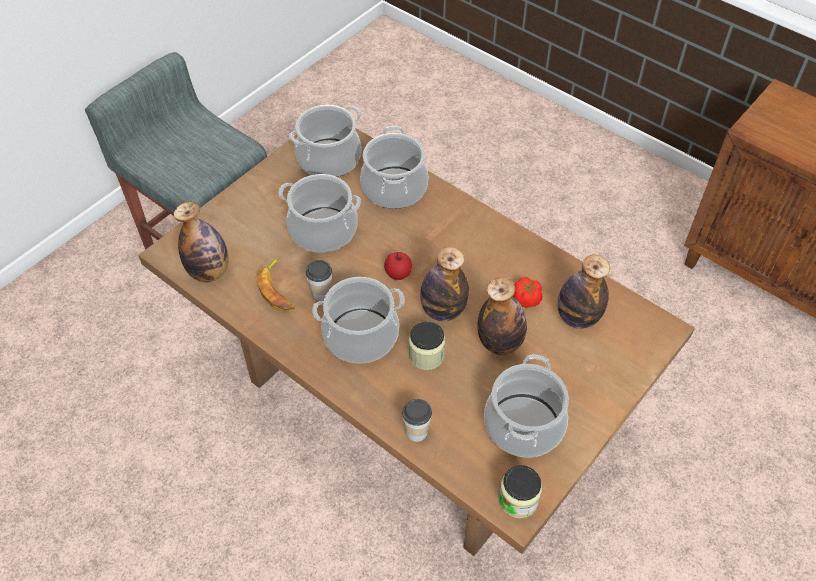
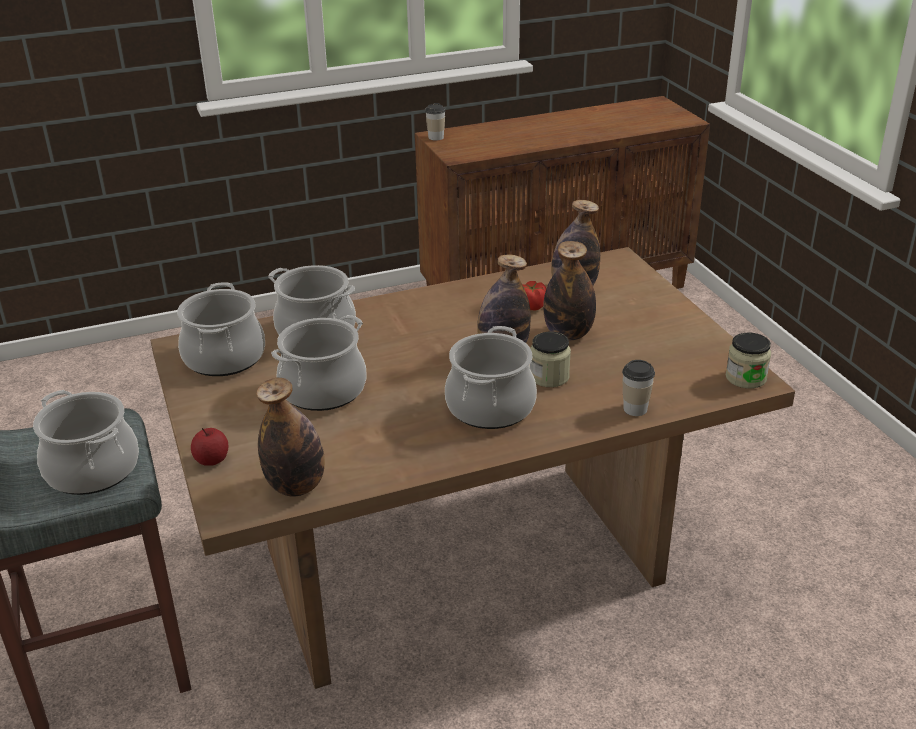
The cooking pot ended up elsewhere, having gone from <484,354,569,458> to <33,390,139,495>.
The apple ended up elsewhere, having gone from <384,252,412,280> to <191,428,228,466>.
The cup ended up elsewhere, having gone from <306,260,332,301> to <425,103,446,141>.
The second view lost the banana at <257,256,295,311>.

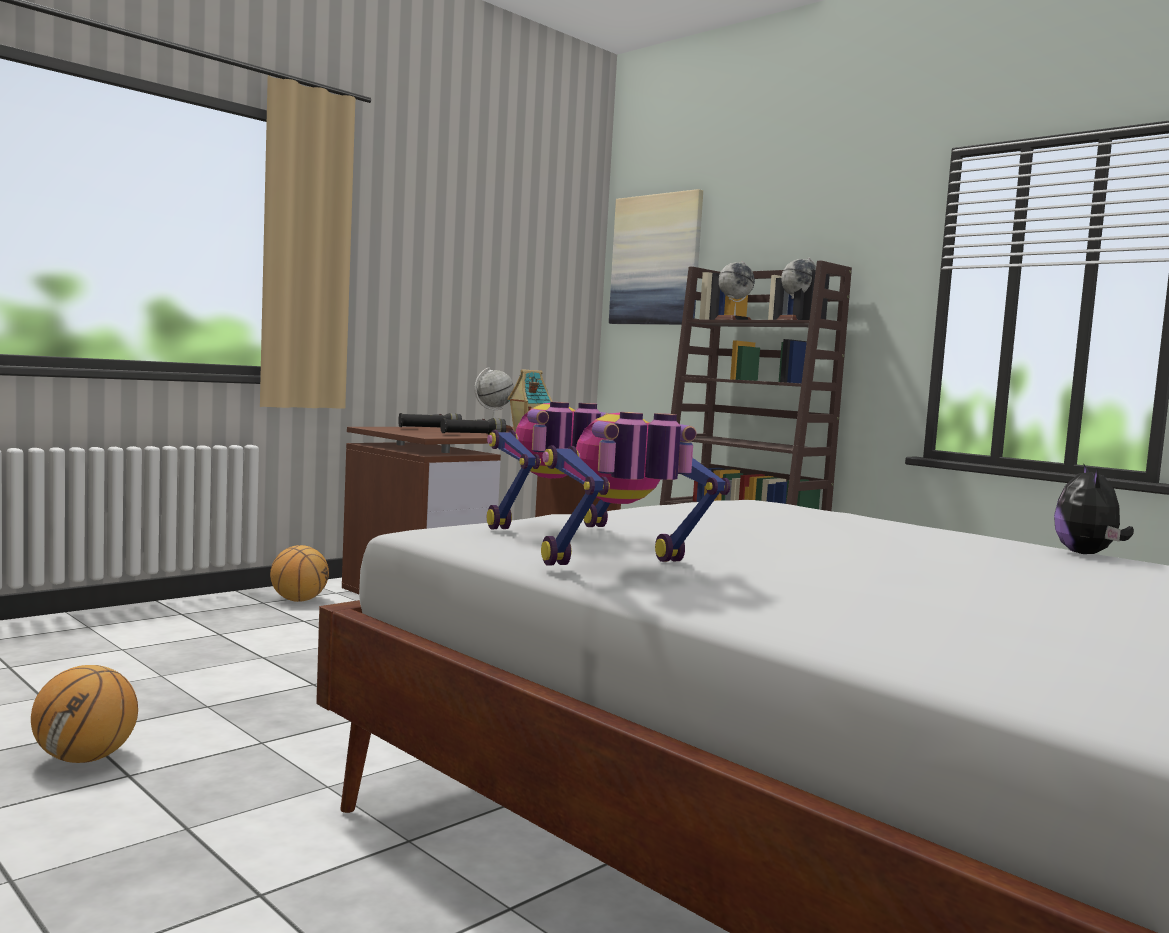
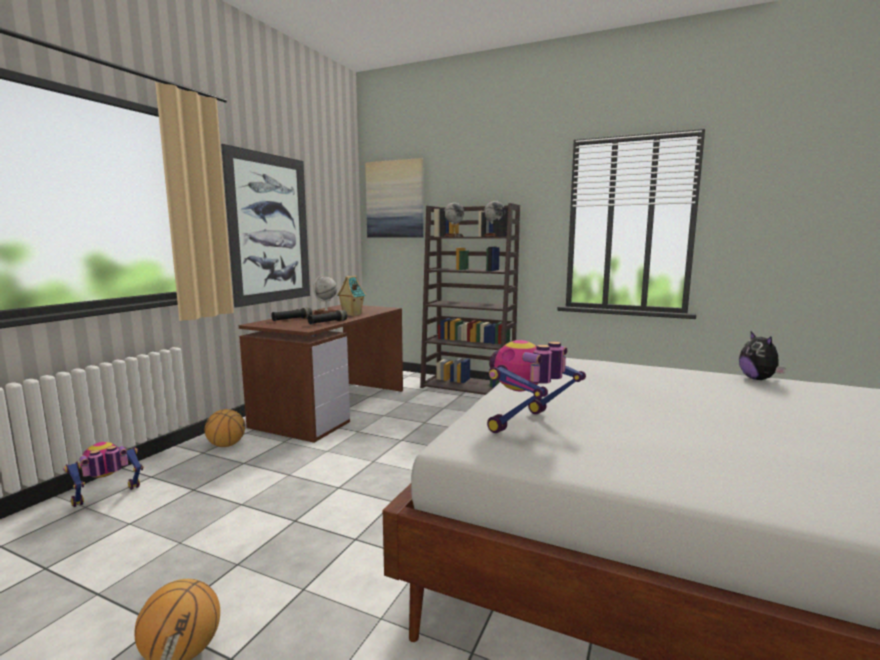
The toy robot ended up elsewhere, having gone from <541,412,730,566> to <63,442,144,507>.
The second view gained the picture at <221,144,310,308>.

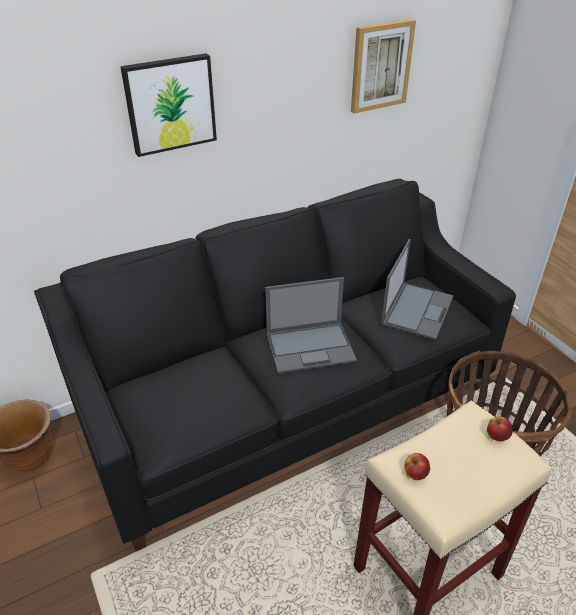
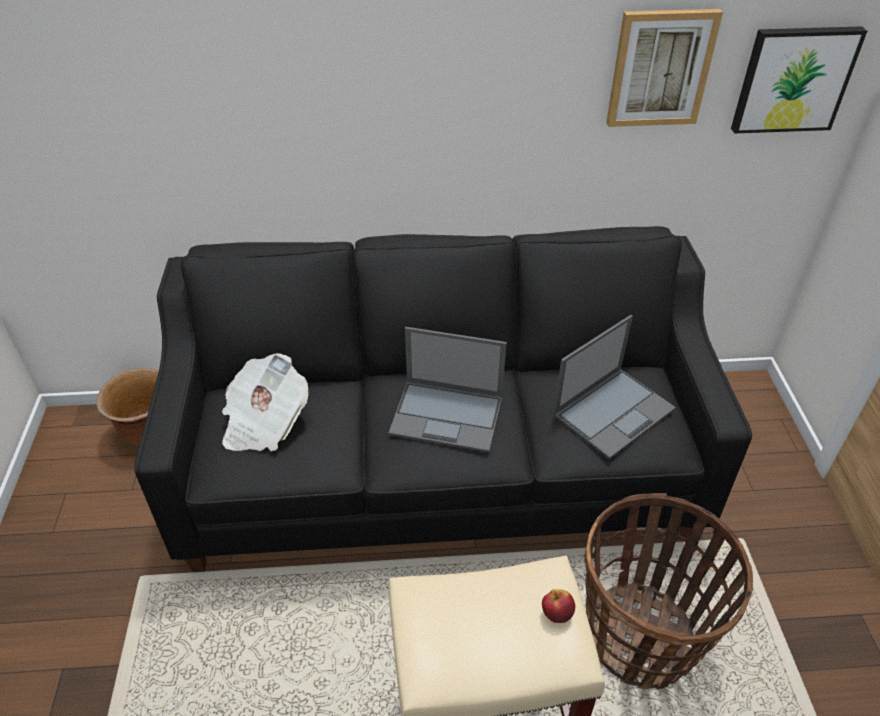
The second view gained the newspaper at <222,353,309,451>.
The picture ended up elsewhere, having gone from <121,53,217,157> to <731,26,867,133>.
The second view lost the apple at <404,453,430,480>.

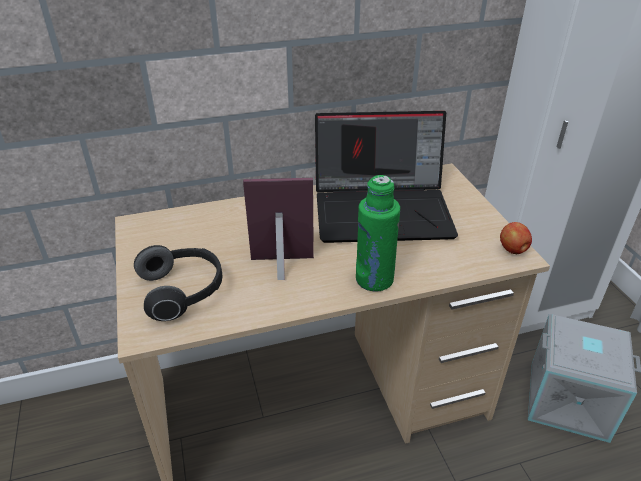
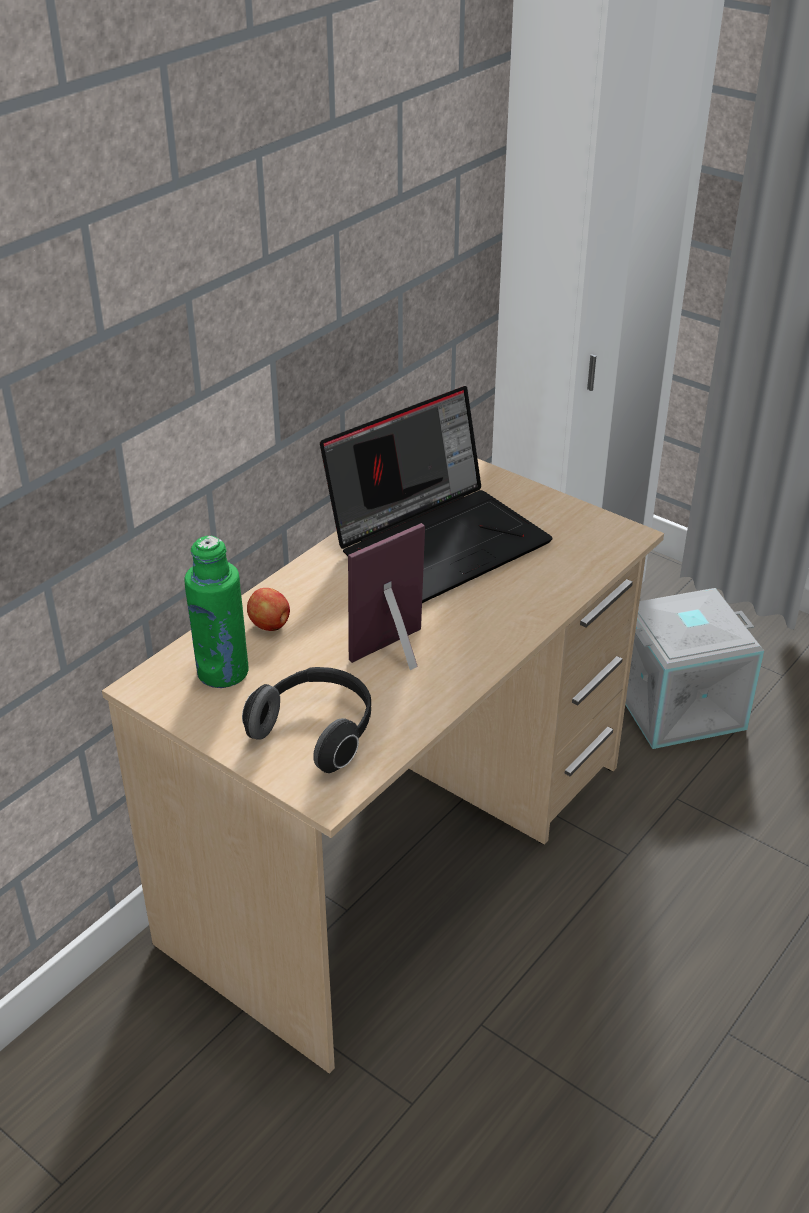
The green bottle ended up elsewhere, having gone from <356,175,400,292> to <185,536,248,688>.
The apple ended up elsewhere, having gone from <500,222,532,254> to <247,588,290,631>.

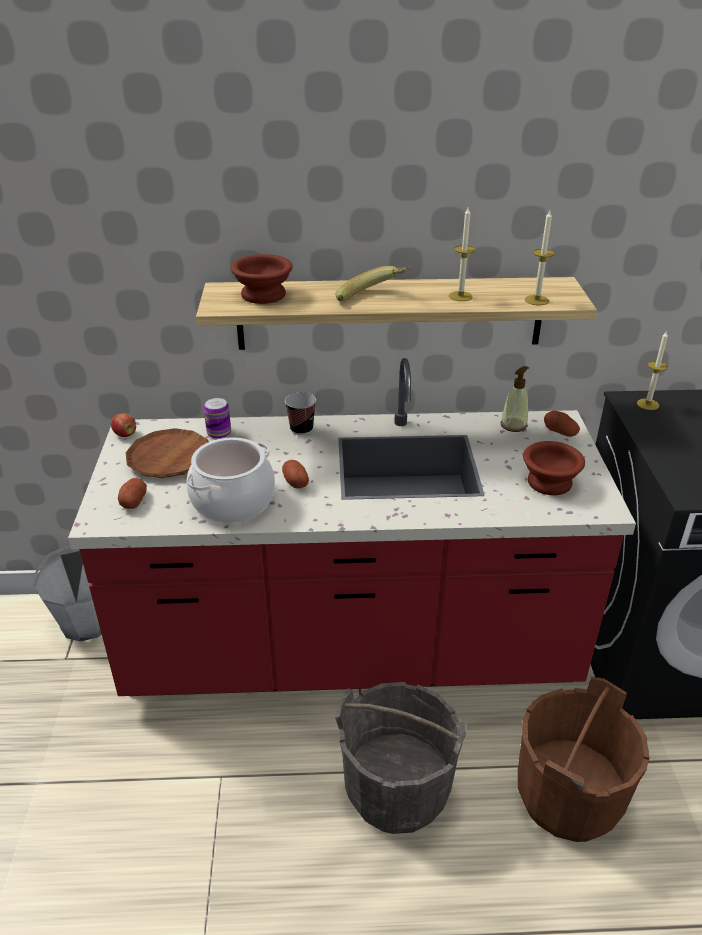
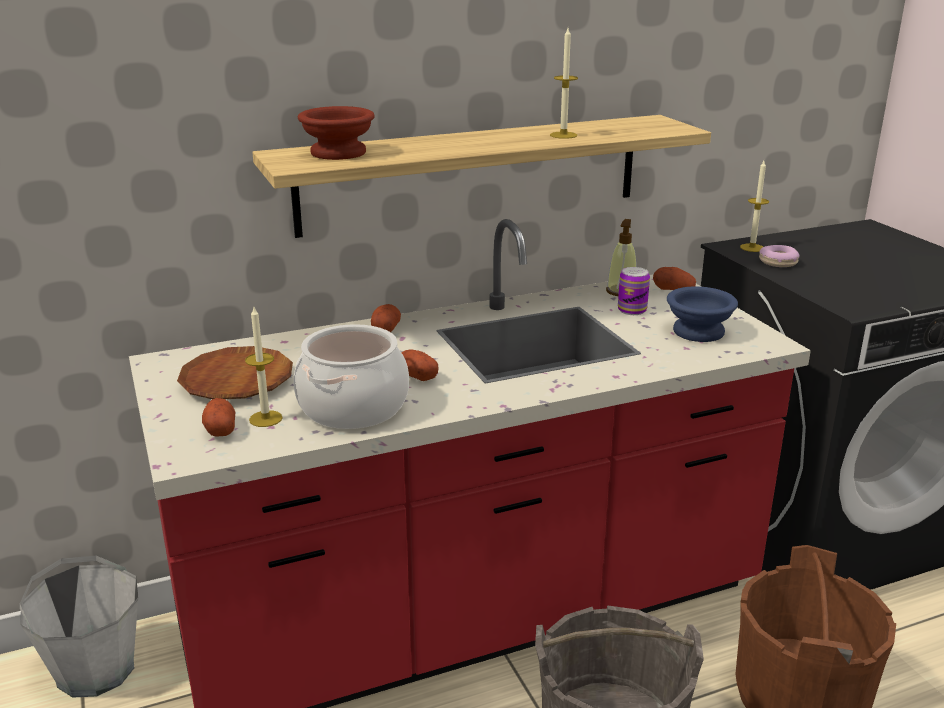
The candle ended up elsewhere, having gone from <525,211,555,305> to <245,307,283,427>.
Where the cup stood at <285,392,316,435>, the potato came to stand at <371,304,401,332>.
The can ended up elsewhere, having gone from <204,398,231,439> to <618,267,650,315>.
What was the brown bowl at <523,441,585,495> turned into the blue bowl at <667,286,738,342>.
The second view gained the donut at <759,245,799,267>.
The second view lost the apple at <111,413,136,437>.
The second view lost the banana at <336,266,410,301>.

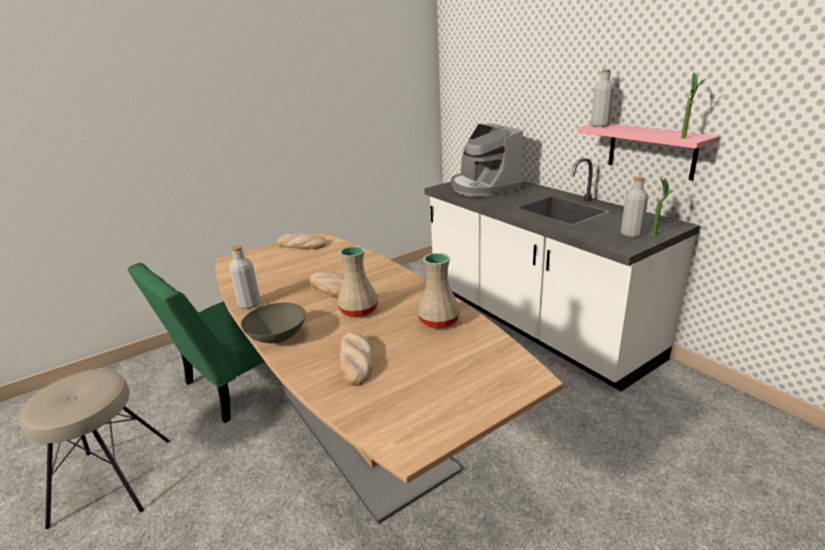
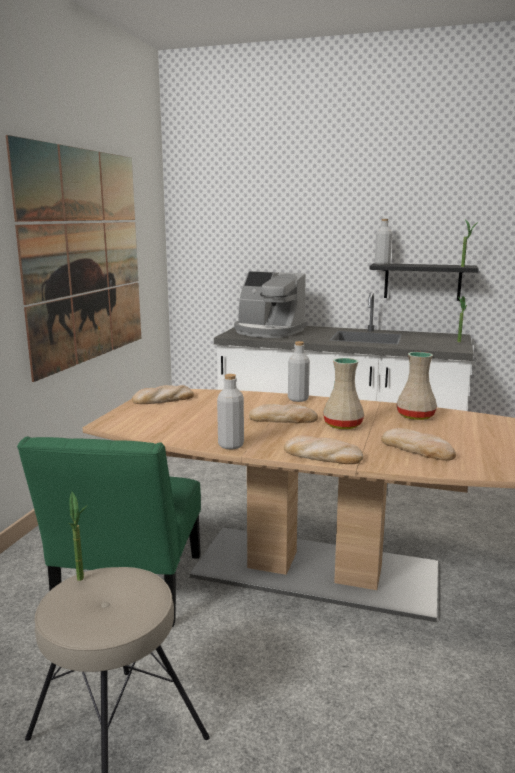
The second view gained the picture at <6,135,141,382>.
The second view gained the potted plant at <68,492,88,581>.
Where the grey bowl stood at <241,303,306,343>, the bread came to stand at <284,435,363,464>.
The grey bottle ended up elsewhere, having gone from <621,177,648,237> to <288,341,310,402>.
What was the pink shelf at <577,124,720,180> turned into the black shelf at <369,263,479,301>.

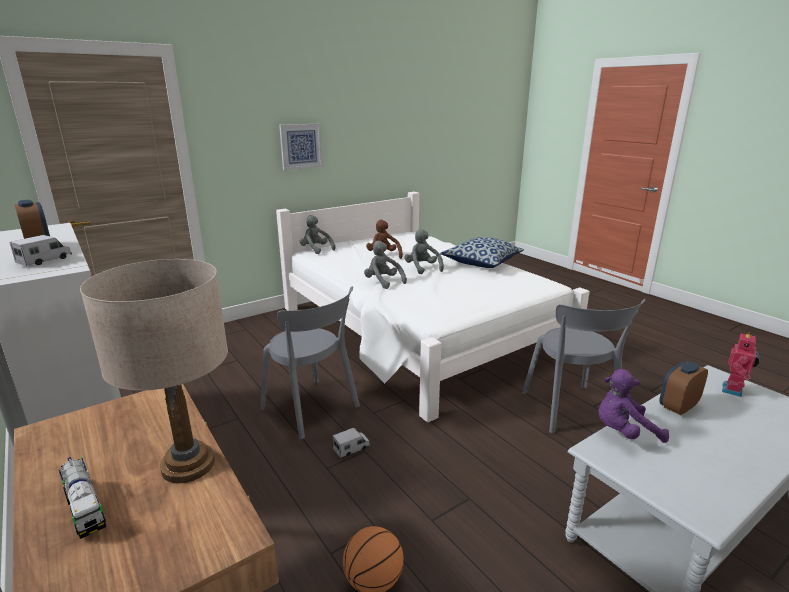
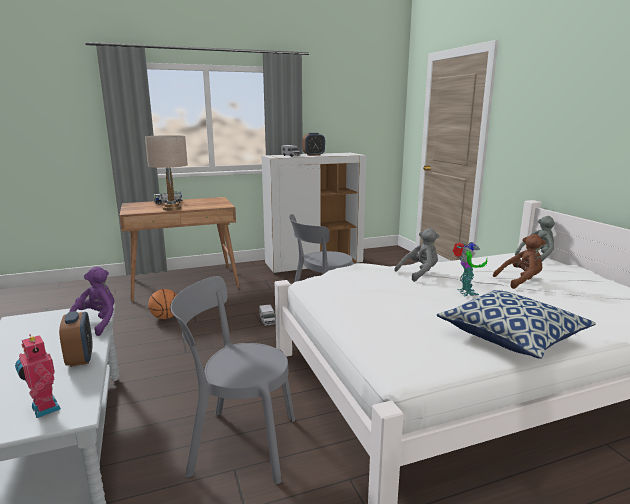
Where the grey plush toy stood at <404,229,444,274>, the toy robot came to stand at <452,242,487,296>.
The second view lost the picture at <279,124,323,170>.

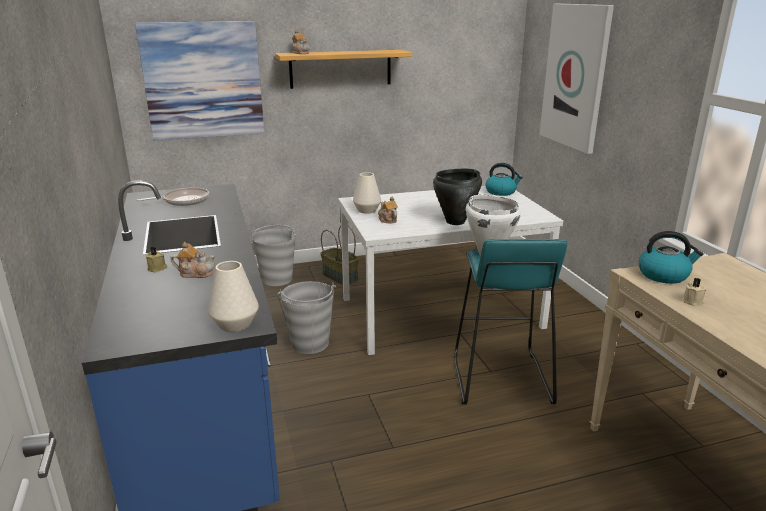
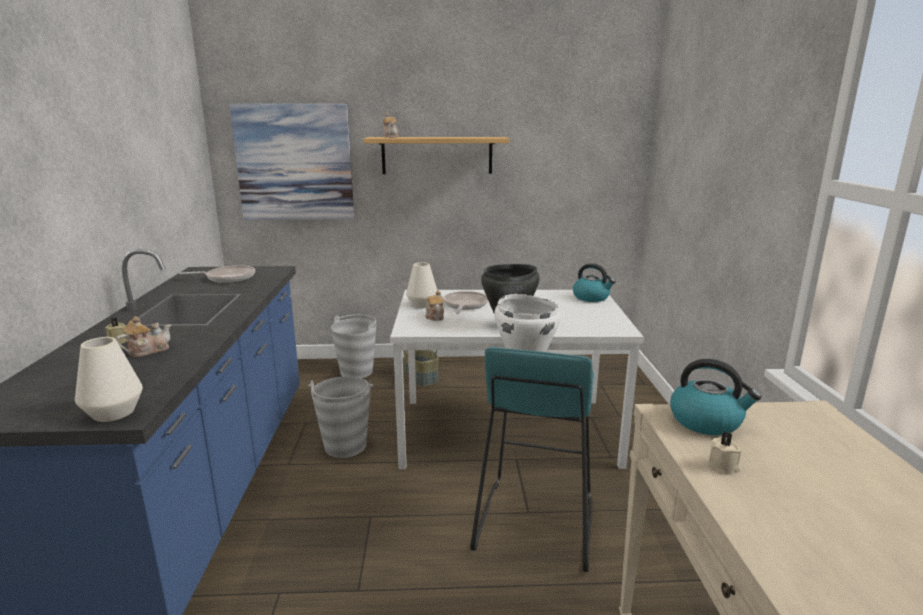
The teapot at <170,242,215,278> ended up facing another way, 60 degrees counterclockwise from before.
The second view gained the frying pan at <443,291,488,314>.
The second view lost the picture at <540,4,614,154>.

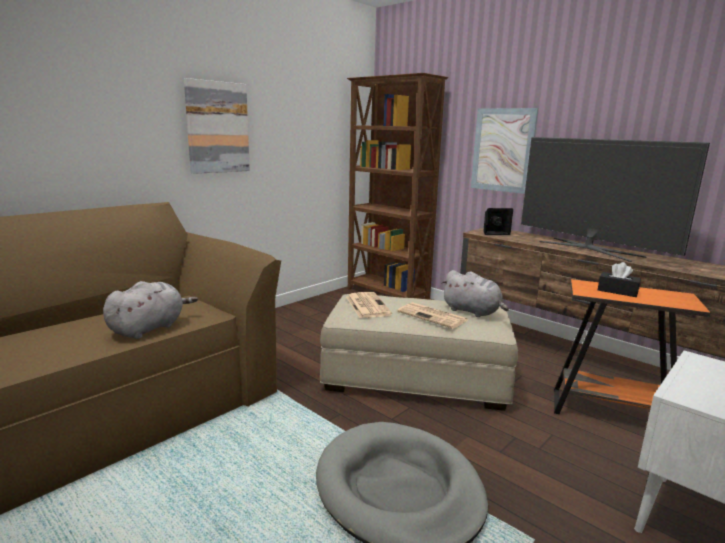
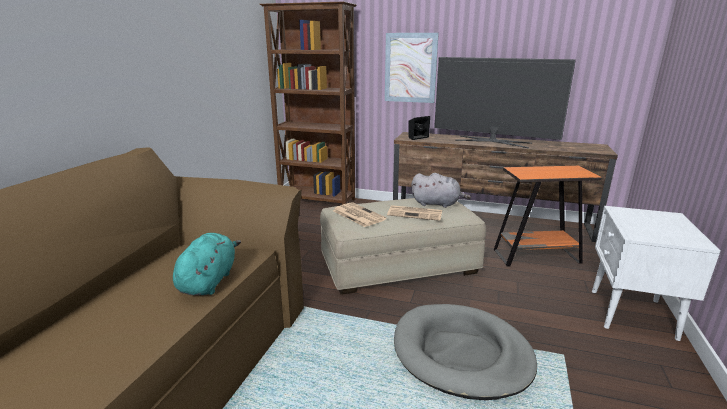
What was the grey plush toy at <103,281,198,339> turned into the turquoise plush toy at <173,233,241,295>.
The second view lost the picture at <184,78,250,174>.
The second view lost the black tissue box at <598,262,641,297>.

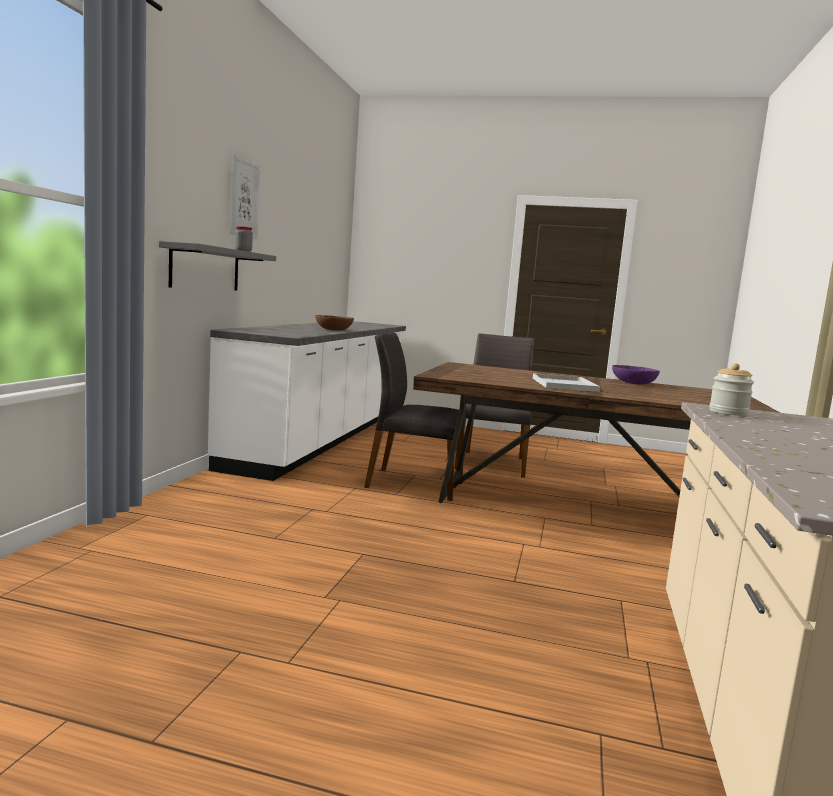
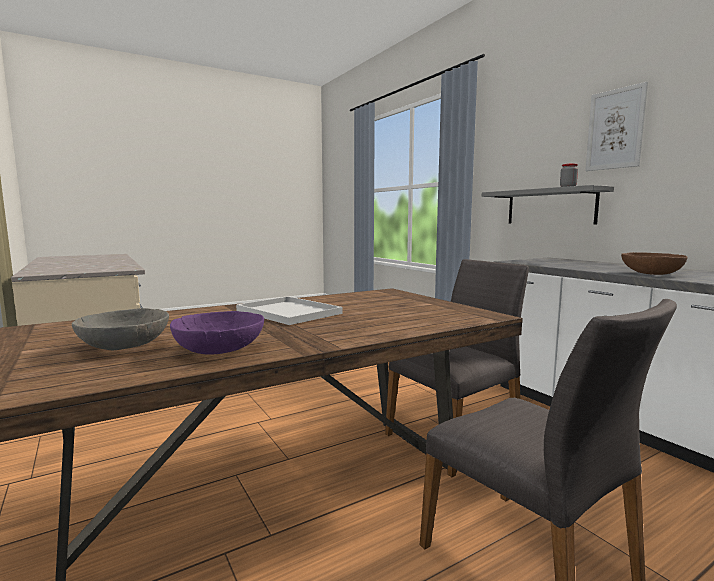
The second view gained the grey bowl at <72,308,169,350>.
The second view lost the jar at <709,363,754,416>.

